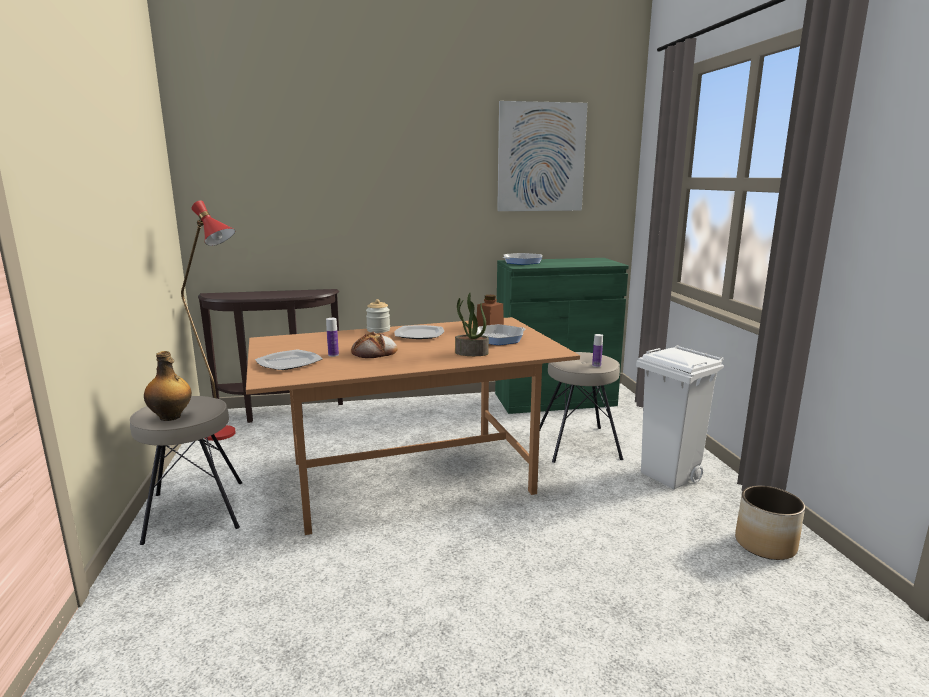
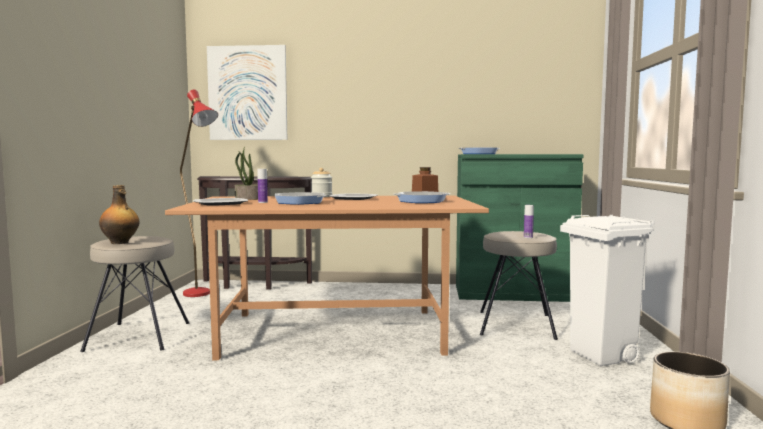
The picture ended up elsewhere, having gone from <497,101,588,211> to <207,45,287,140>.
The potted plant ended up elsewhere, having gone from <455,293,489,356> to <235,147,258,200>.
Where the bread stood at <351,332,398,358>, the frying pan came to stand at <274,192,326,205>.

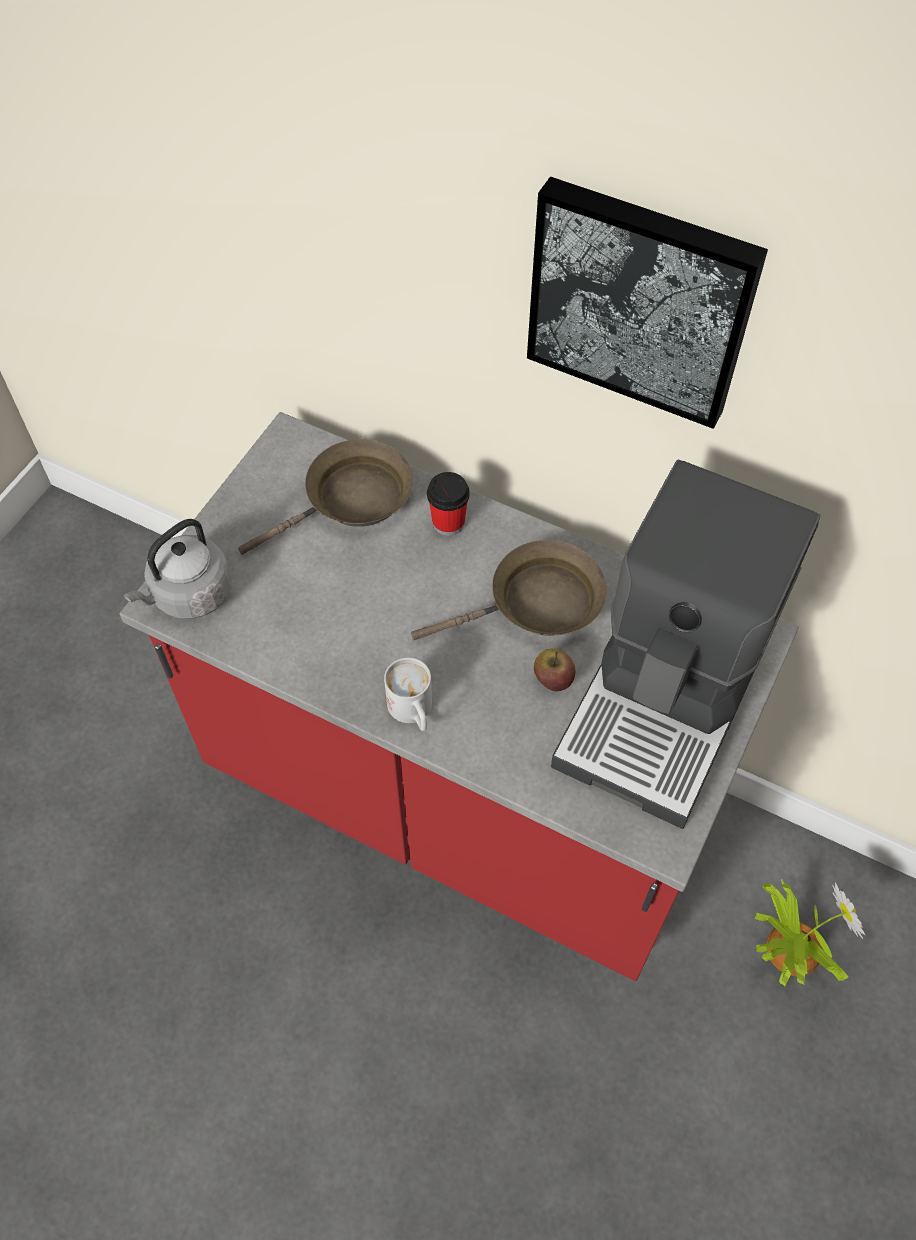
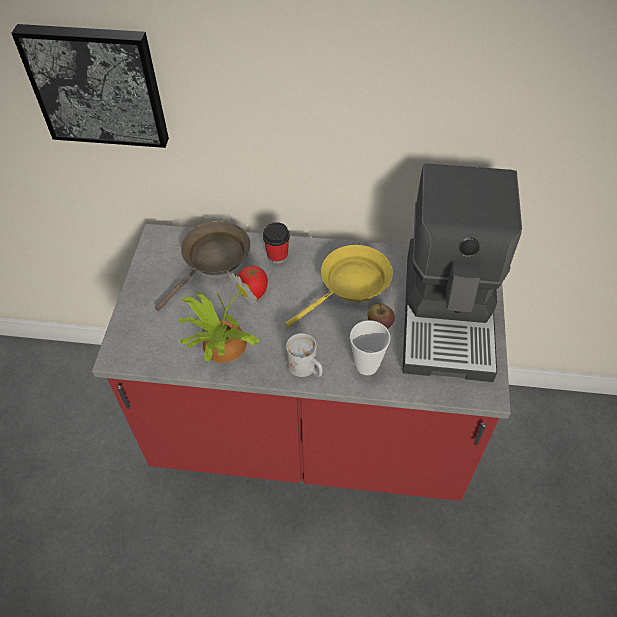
The picture ended up elsewhere, having gone from <527,177,768,429> to <11,24,169,148>.
The potted plant ended up elsewhere, having gone from <754,879,865,986> to <178,271,260,363>.
The second view gained the tomato at <237,266,268,300>.
What was the brown frying pan at <411,540,607,640> turned into the yellow frying pan at <285,245,393,327>.
The second view gained the cup at <350,320,390,375>.
The second view lost the grey kettle at <124,519,232,619>.

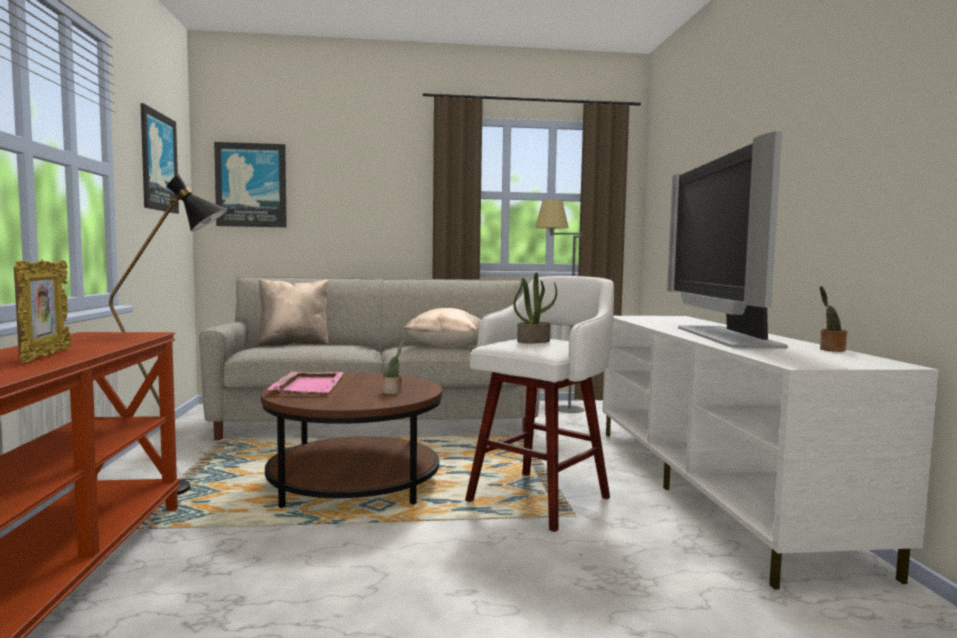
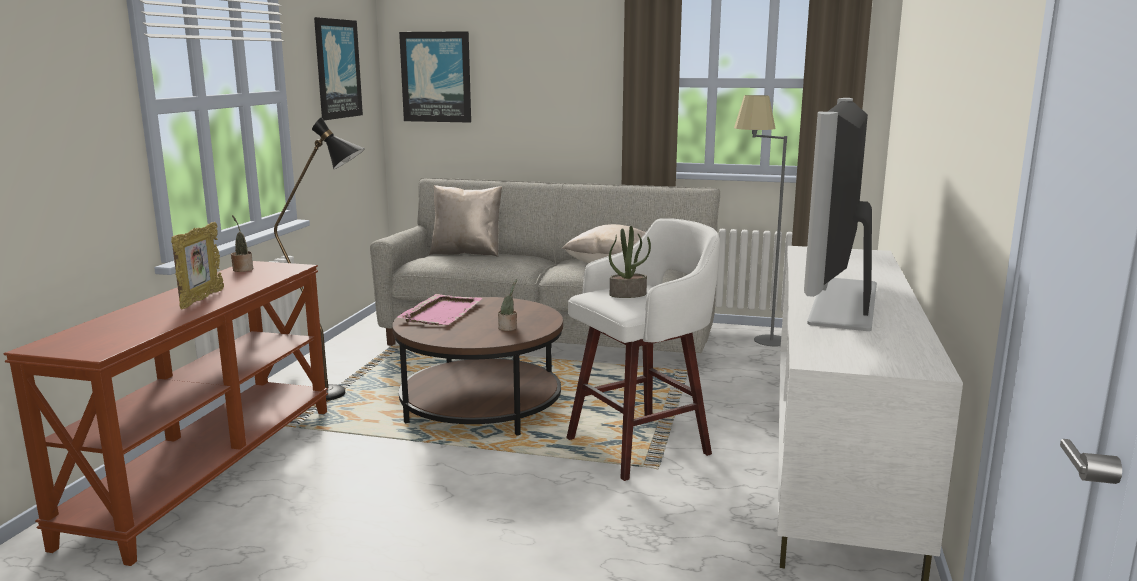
The potted plant ended up elsewhere, having gone from <820,286,847,352> to <231,215,253,272>.

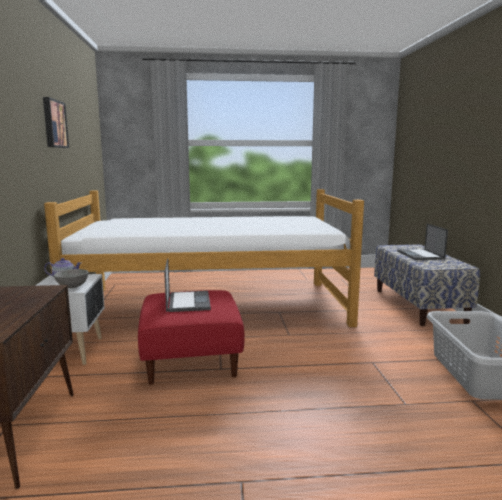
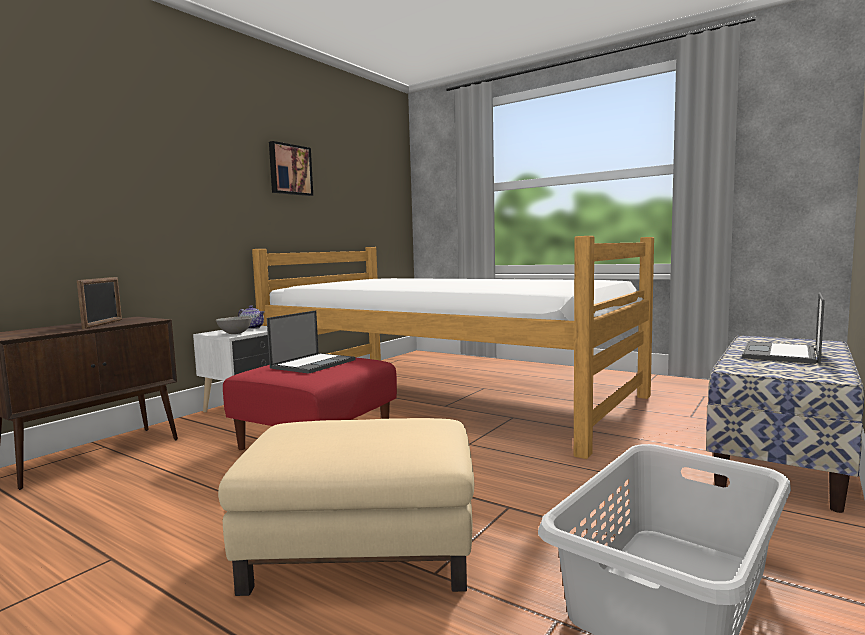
The second view gained the picture frame at <77,277,122,329>.
The second view gained the beige ottoman at <218,418,474,596>.

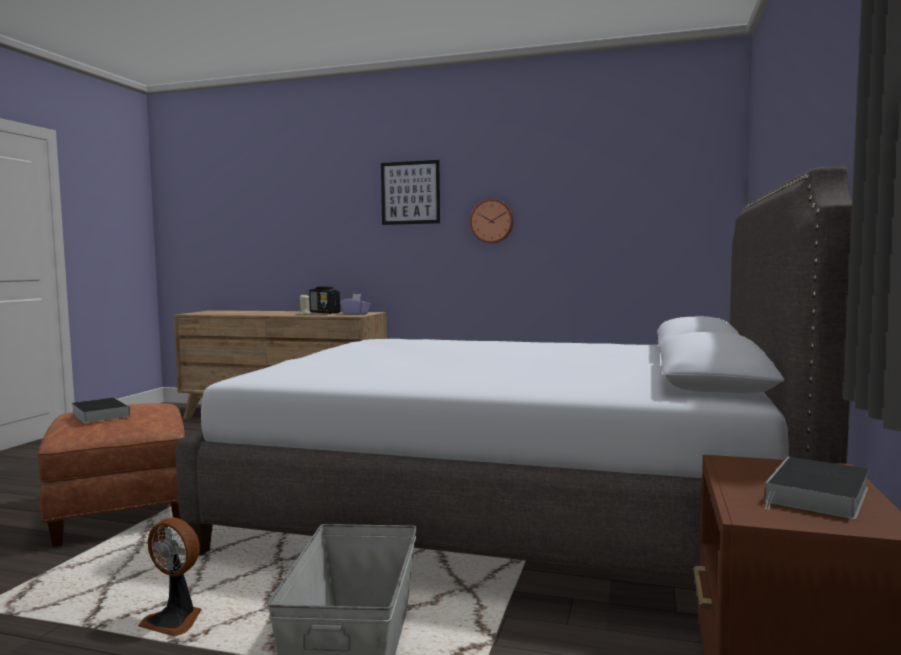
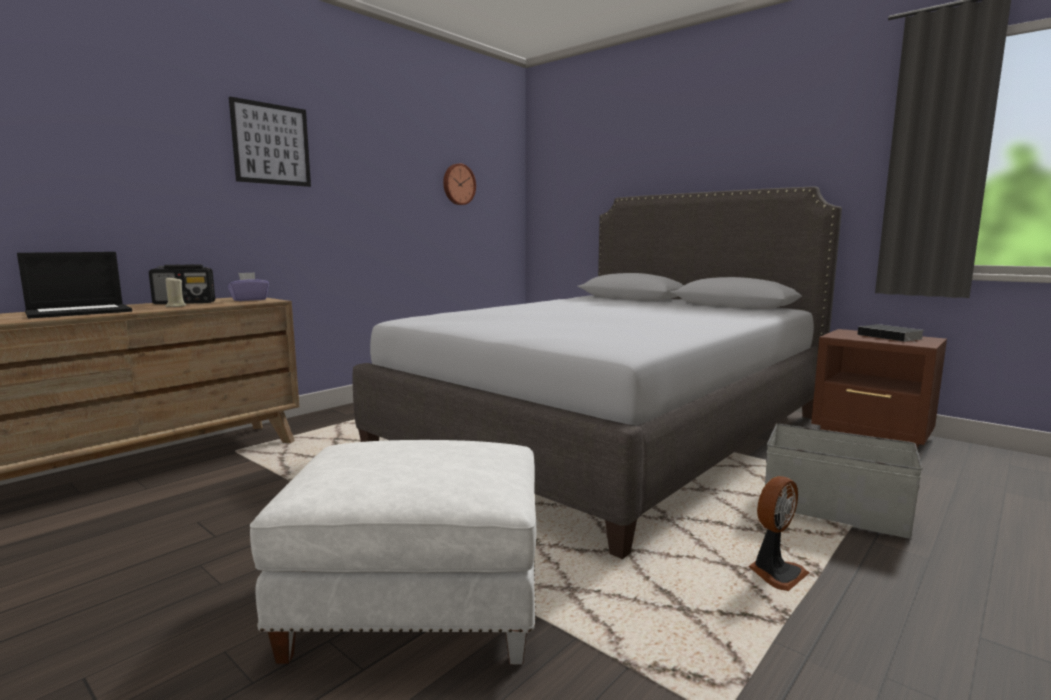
The second view gained the laptop at <17,252,132,318>.
What was the brown ottoman at <38,403,185,547> turned into the white ottoman at <250,440,536,665>.
The wall clock ended up elsewhere, having gone from <470,199,513,243> to <443,164,476,205>.
The second view lost the book at <71,397,130,423>.

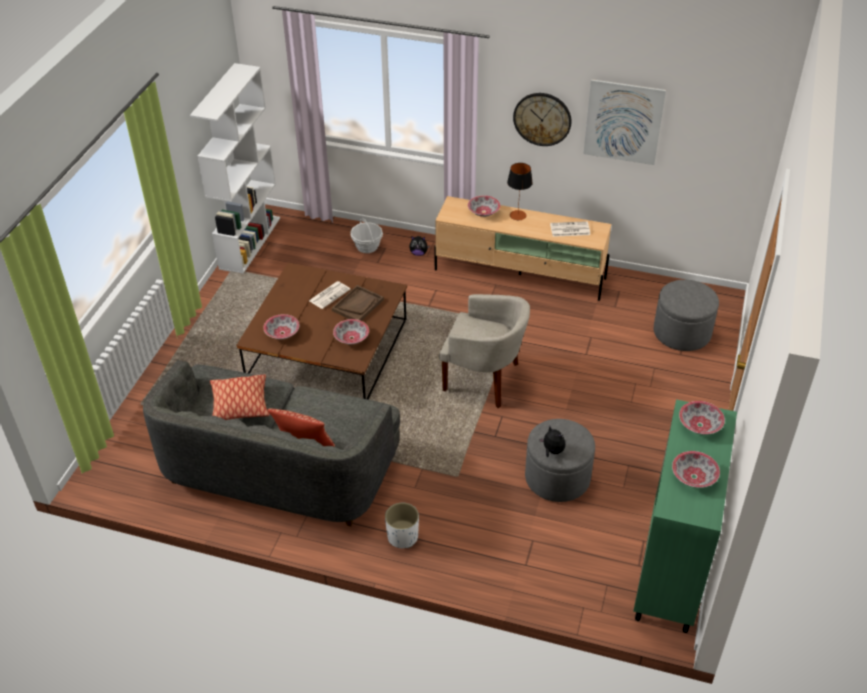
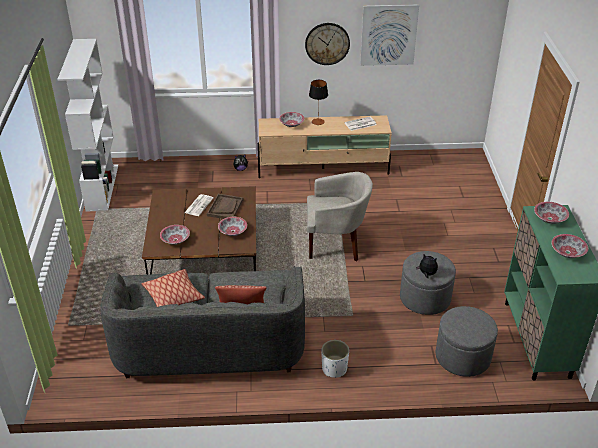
The grey ottoman ended up elsewhere, having gone from <654,280,719,351> to <436,306,498,377>.
The second view lost the basket at <351,218,383,253>.

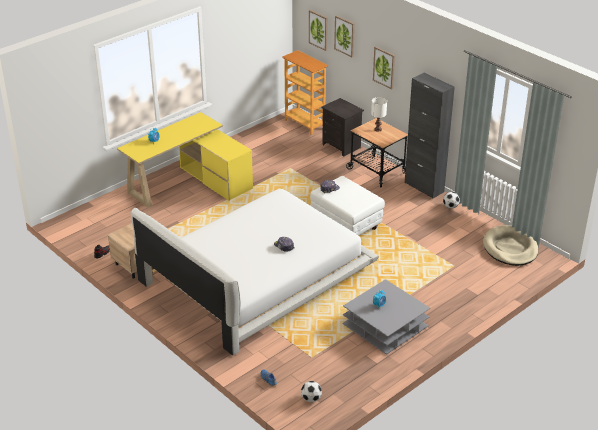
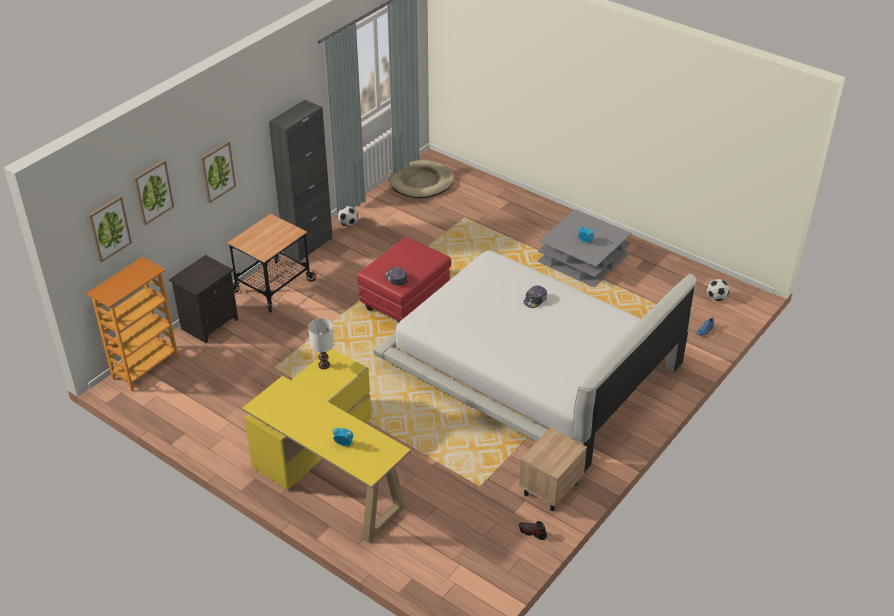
The white table lamp ended up elsewhere, having gone from <371,97,387,132> to <308,318,334,369>.
What was the white ottoman at <310,176,385,236> turned into the red ottoman at <357,237,451,323>.

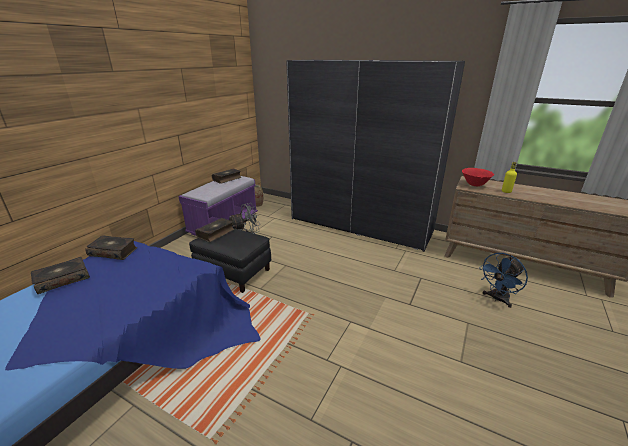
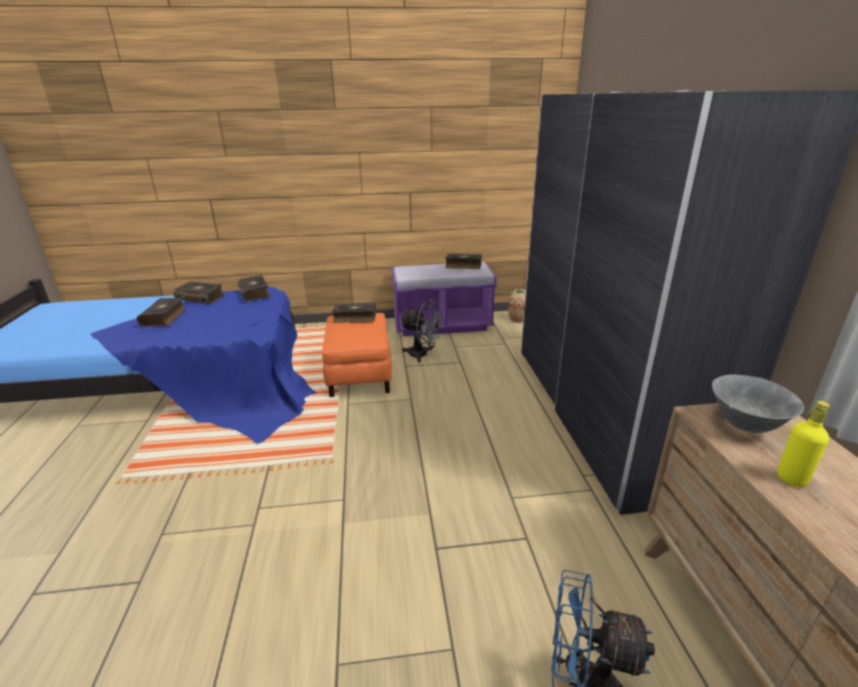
The second view gained the book at <137,297,186,327>.
What was the black ottoman at <189,228,271,293> turned into the orange ottoman at <322,313,392,397>.
What was the red bowl at <462,168,494,186> turned into the grey bowl at <712,375,804,433>.

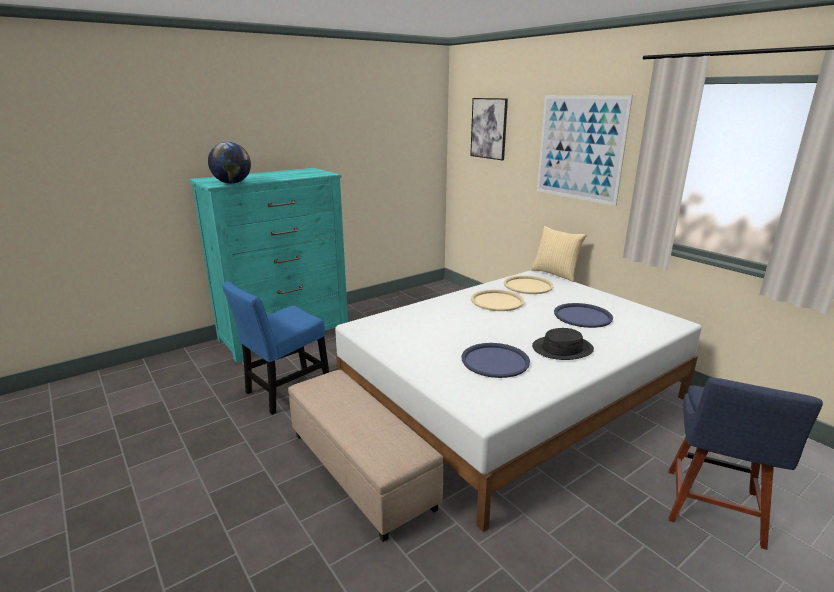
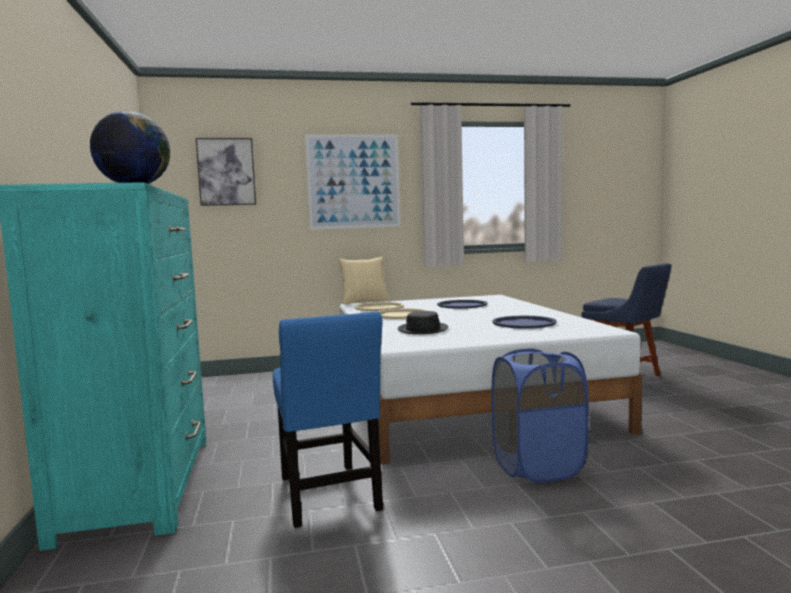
The black hat ended up elsewhere, having gone from <532,328,594,360> to <398,311,448,334>.
Where the beige ottoman stood at <288,370,443,542>, the blue laundry basket came to stand at <492,348,589,483>.

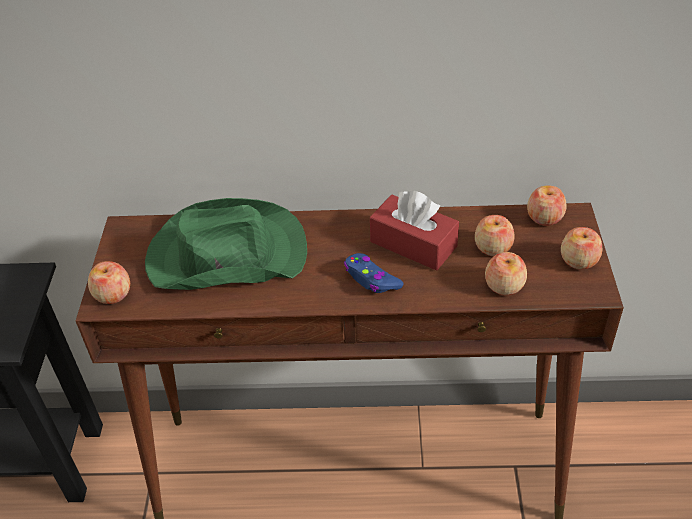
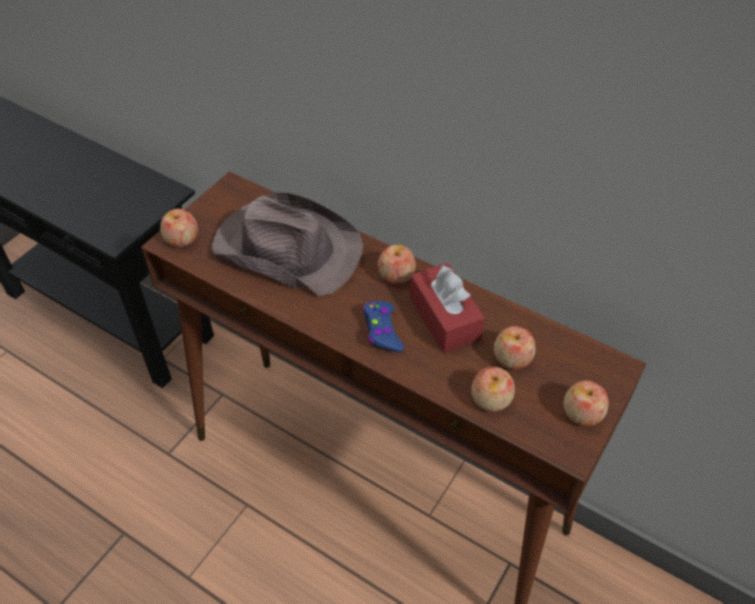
What was the green hat at <145,198,307,290> turned into the brown hat at <211,192,364,296>.
The apple ended up elsewhere, having gone from <527,185,567,226> to <378,245,416,284>.

